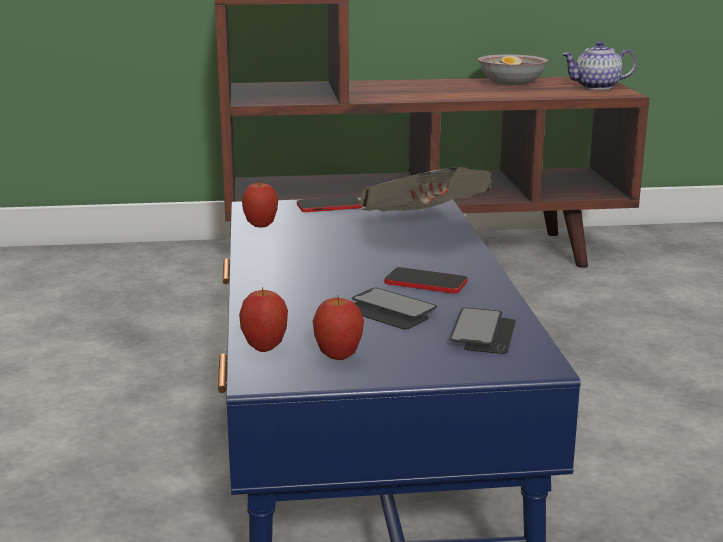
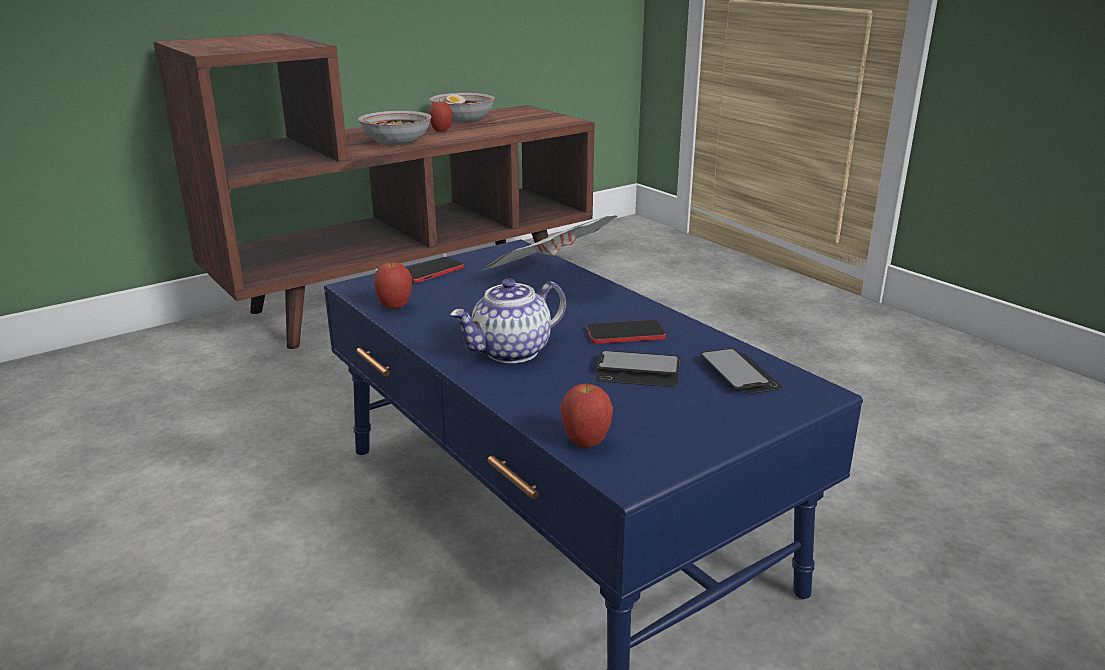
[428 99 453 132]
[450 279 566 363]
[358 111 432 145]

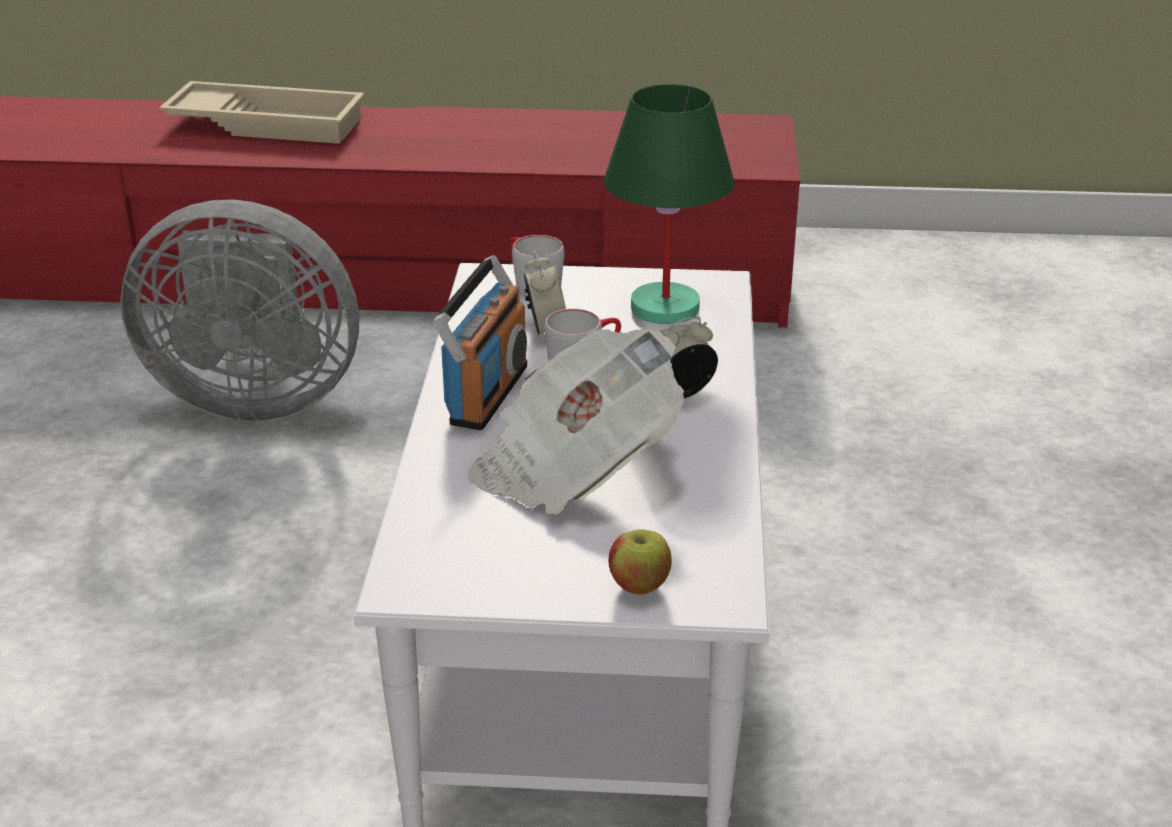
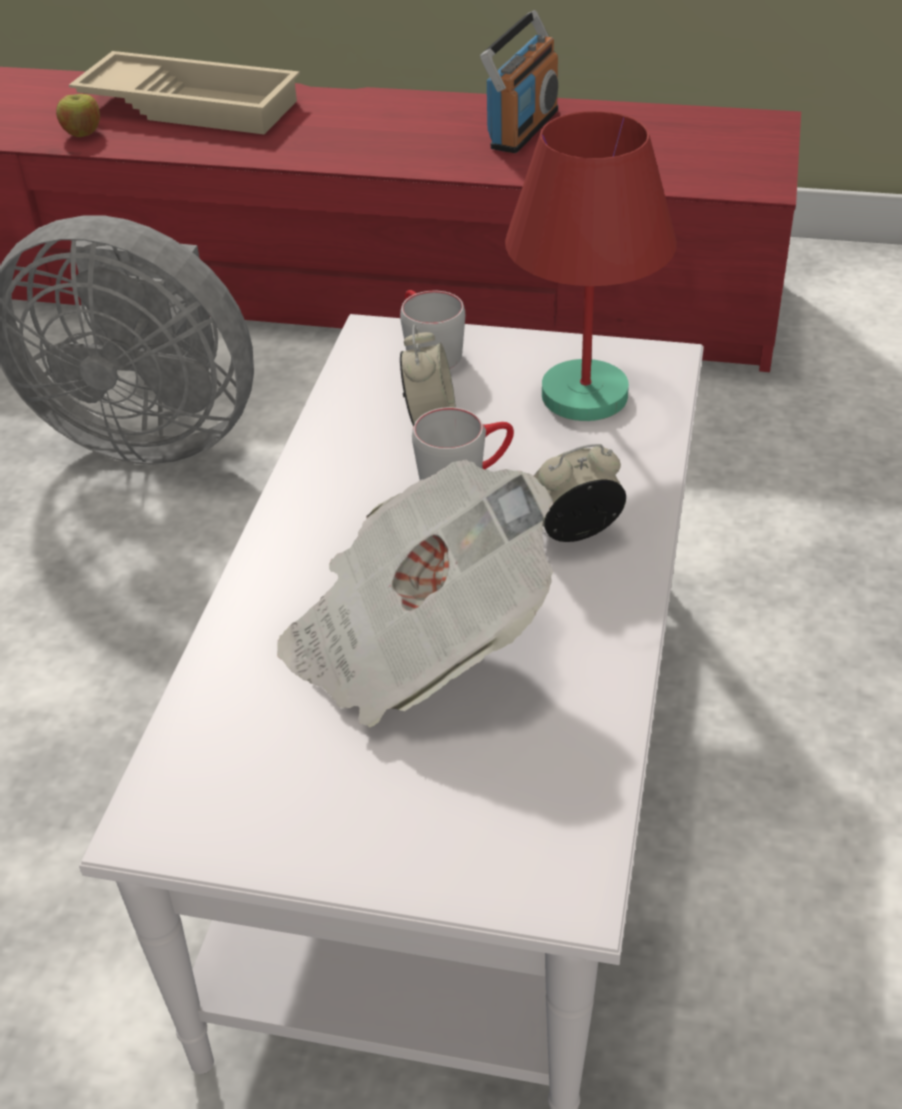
[480 10 558 153]
[505 111 677 421]
[56 94 100 137]

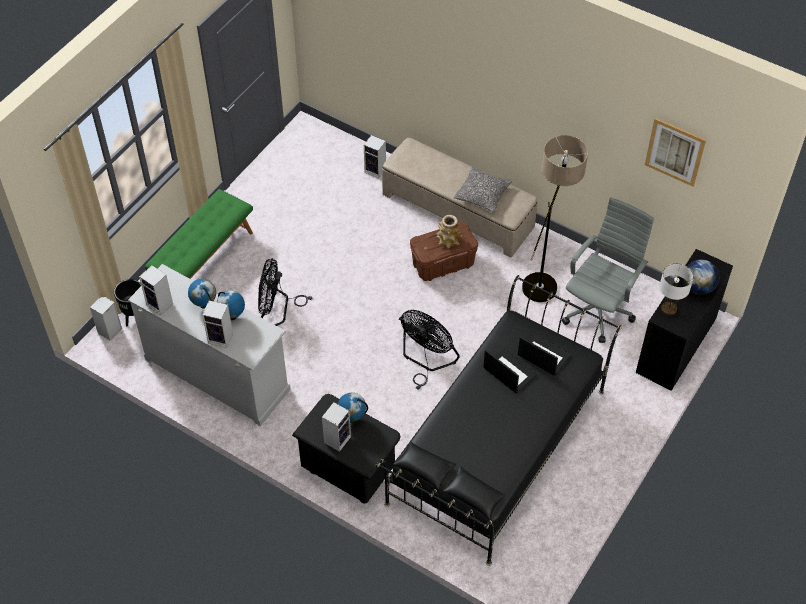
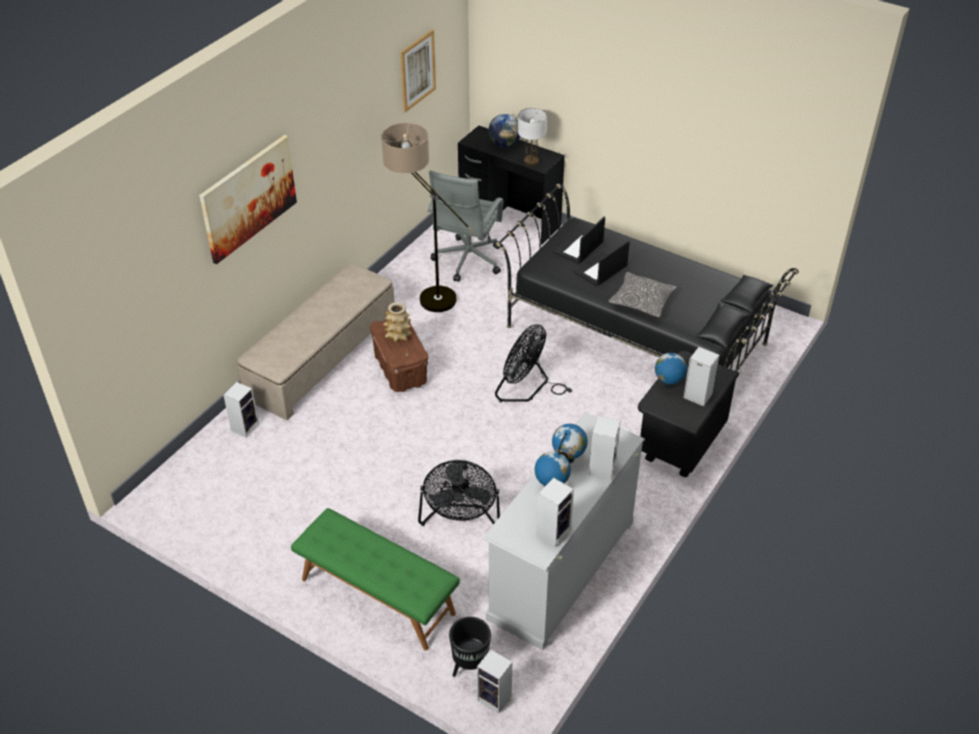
[608 272 677 317]
[428 171 503 282]
[199 135 297 264]

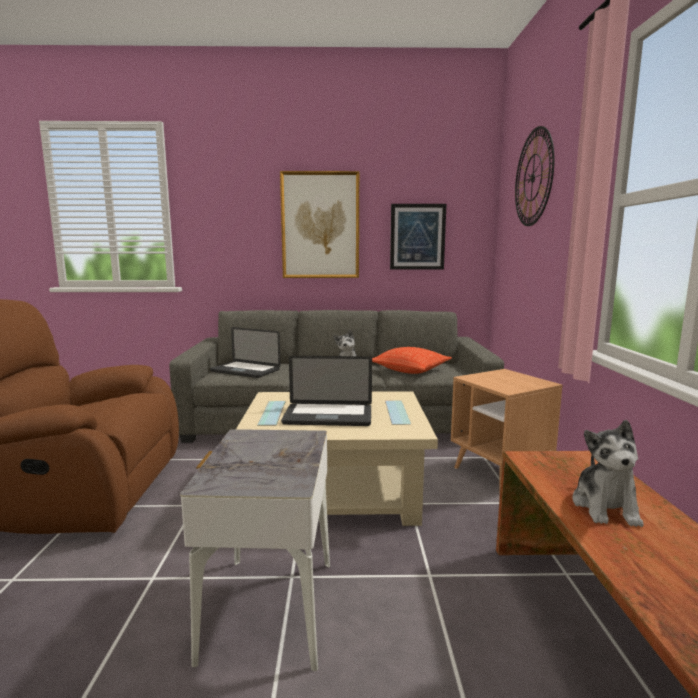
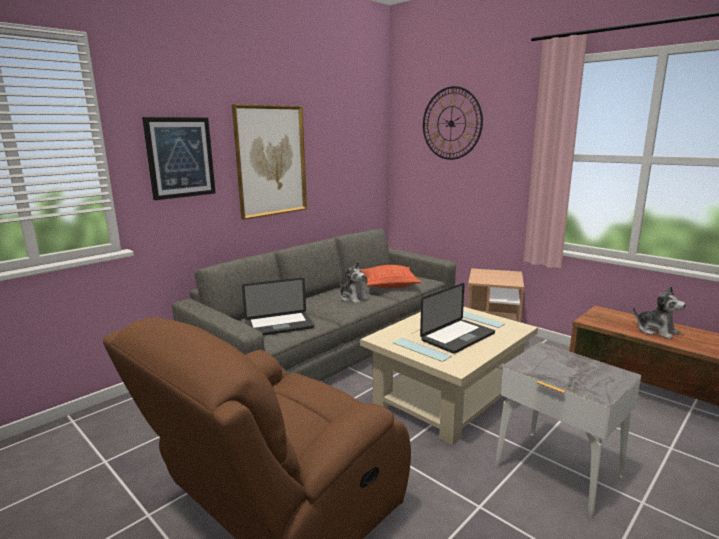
[142 117 216 200]

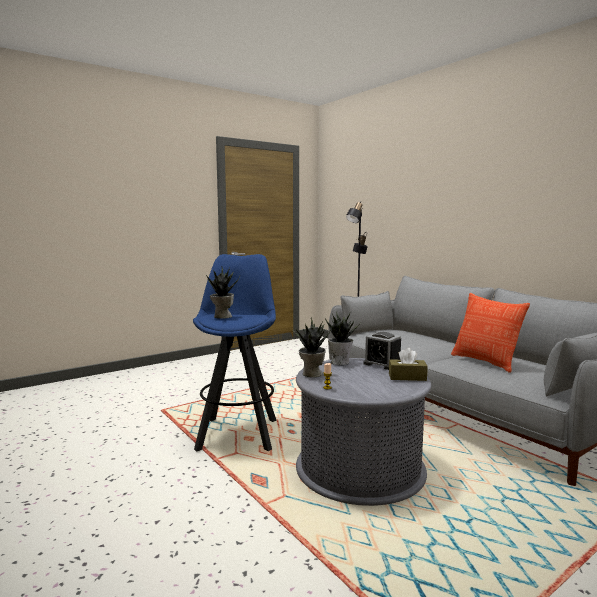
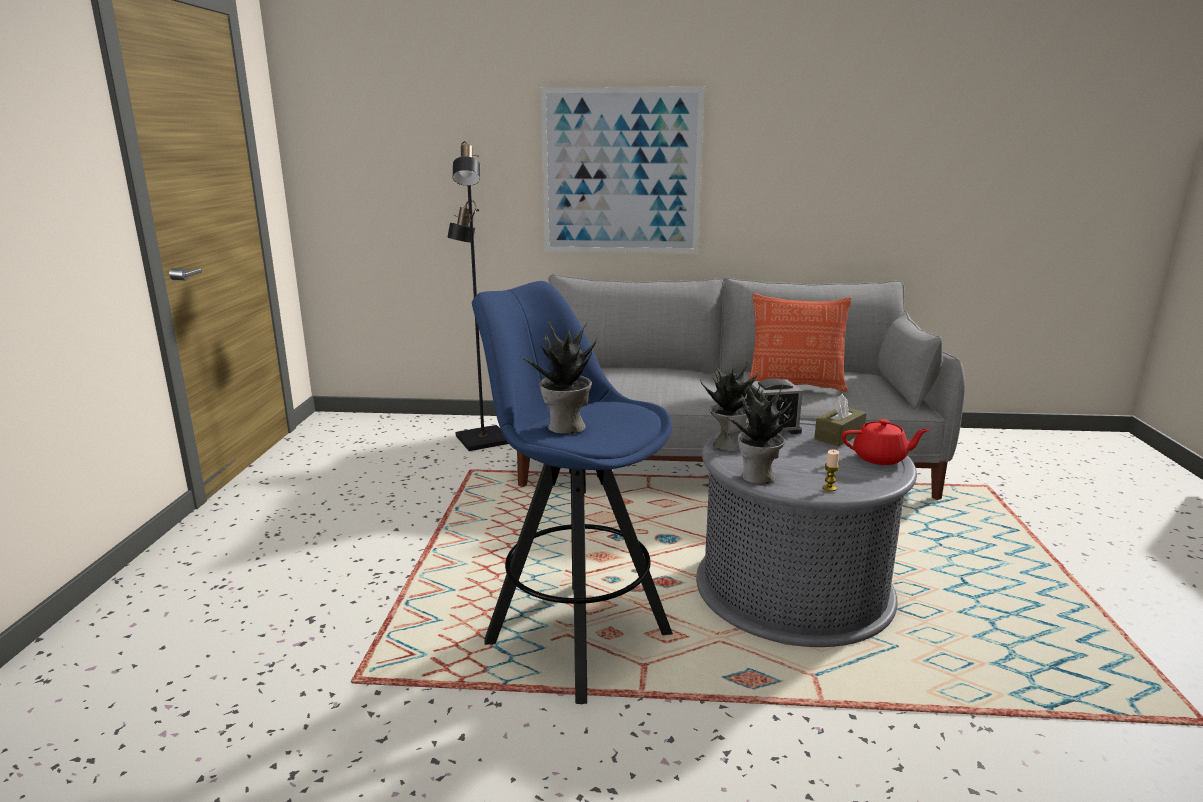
[540 87 705 253]
[842 419 930 465]

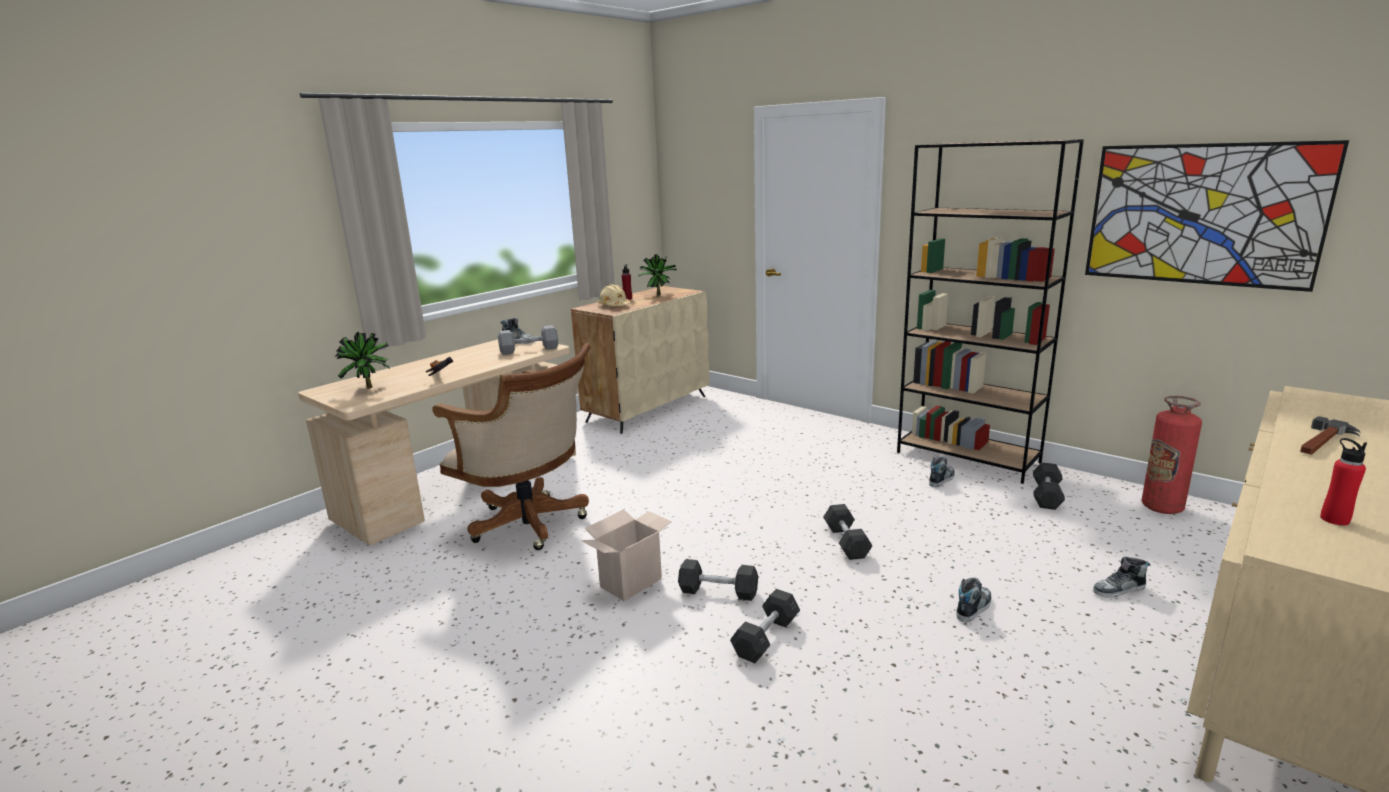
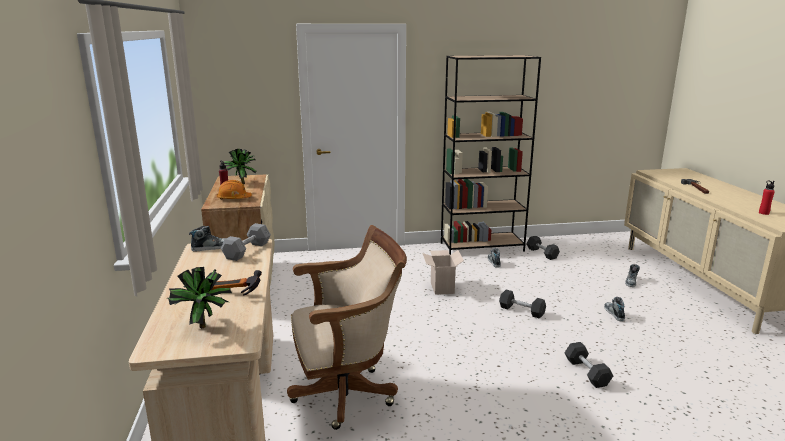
[422 250 464 295]
[217 180 252 200]
[678 559 758 601] (first image)
[1085 140 1349 292] (first image)
[1142 396 1202 514] (first image)

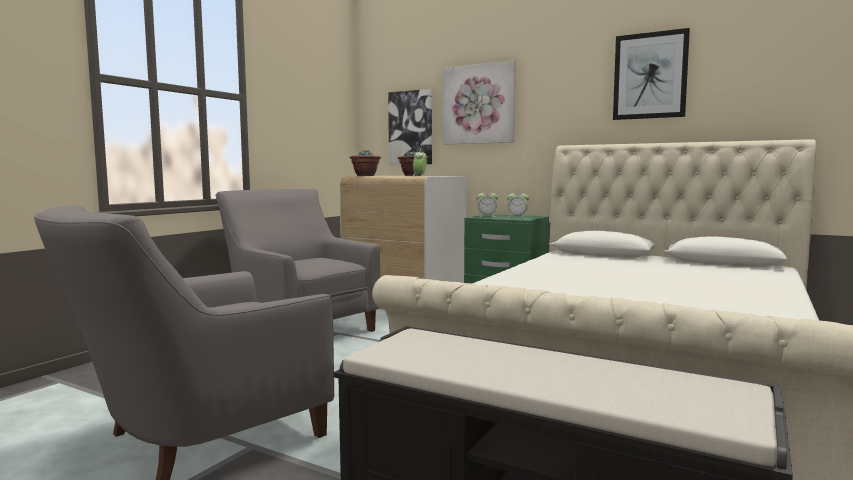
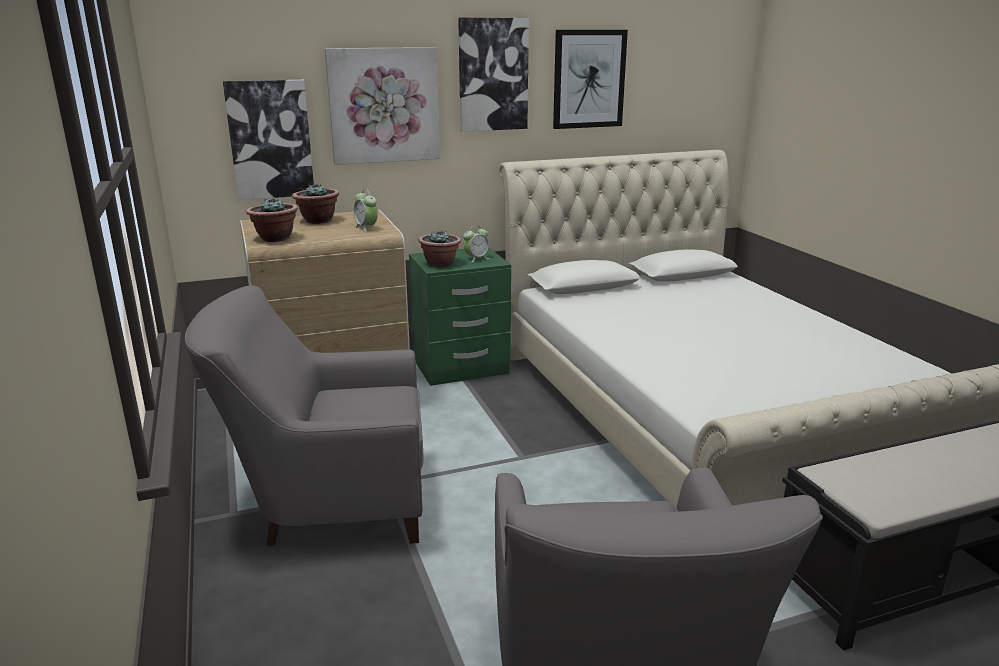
[418 230 461 267]
[458 18 529 132]

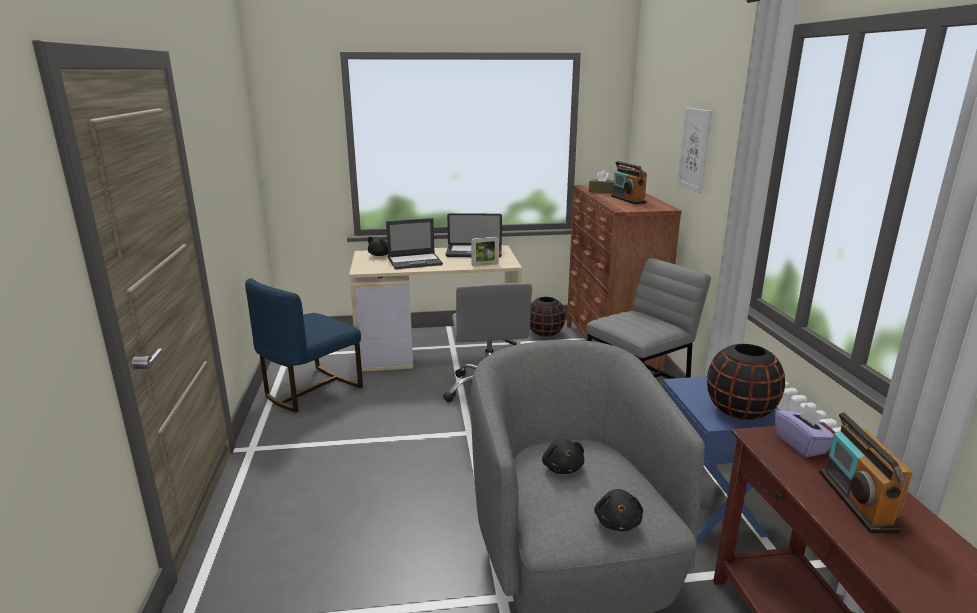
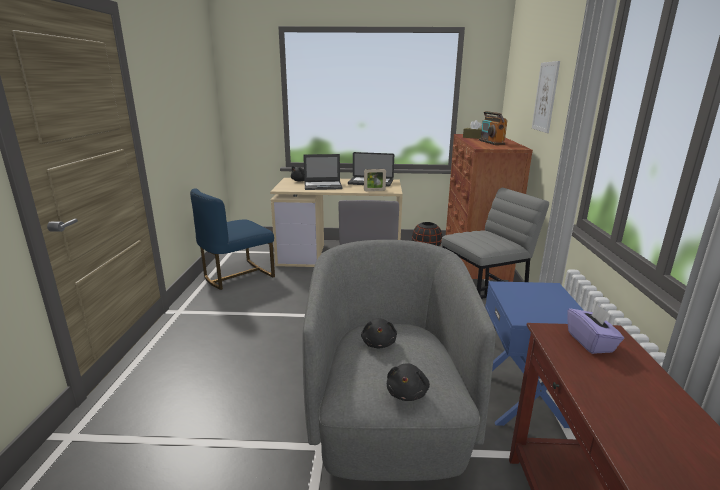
[707 344 785 420] (first image)
[819 412 912 533] (first image)

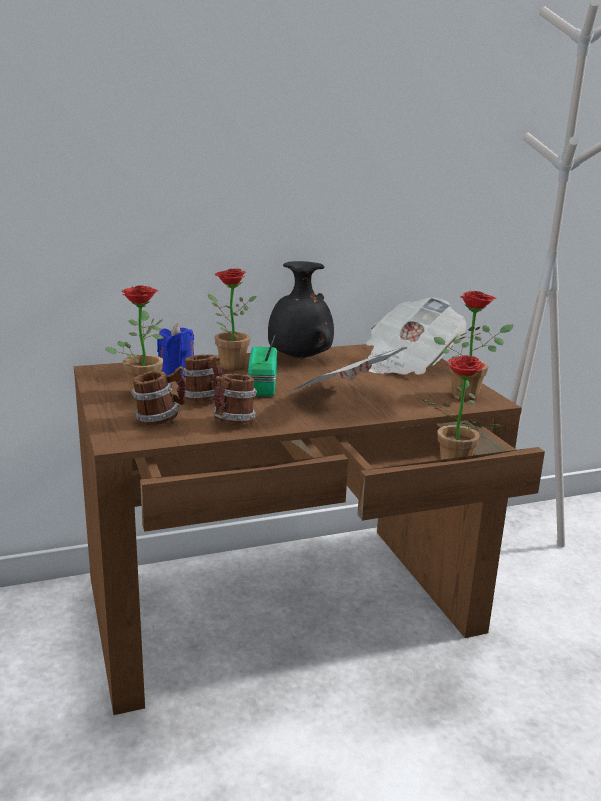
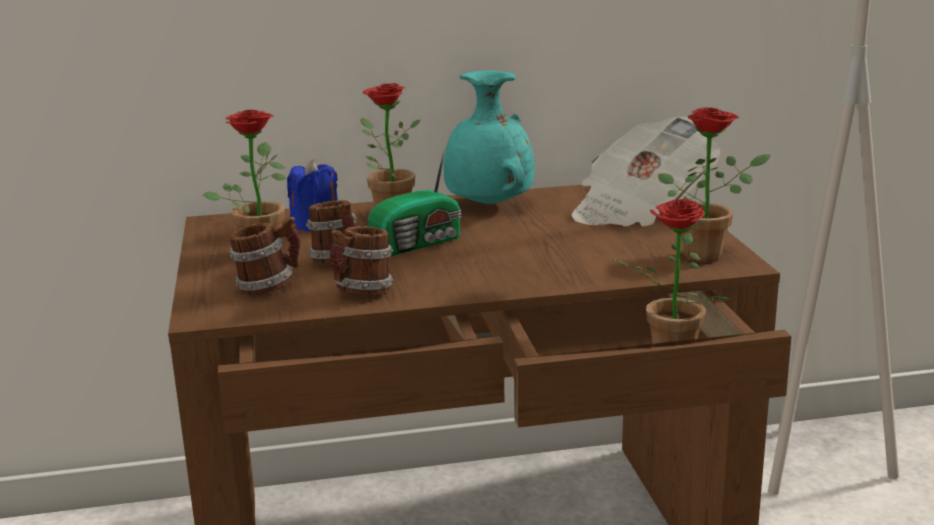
[368 145 462 256]
[443 70 535 205]
[287 347 408 392] (first image)

